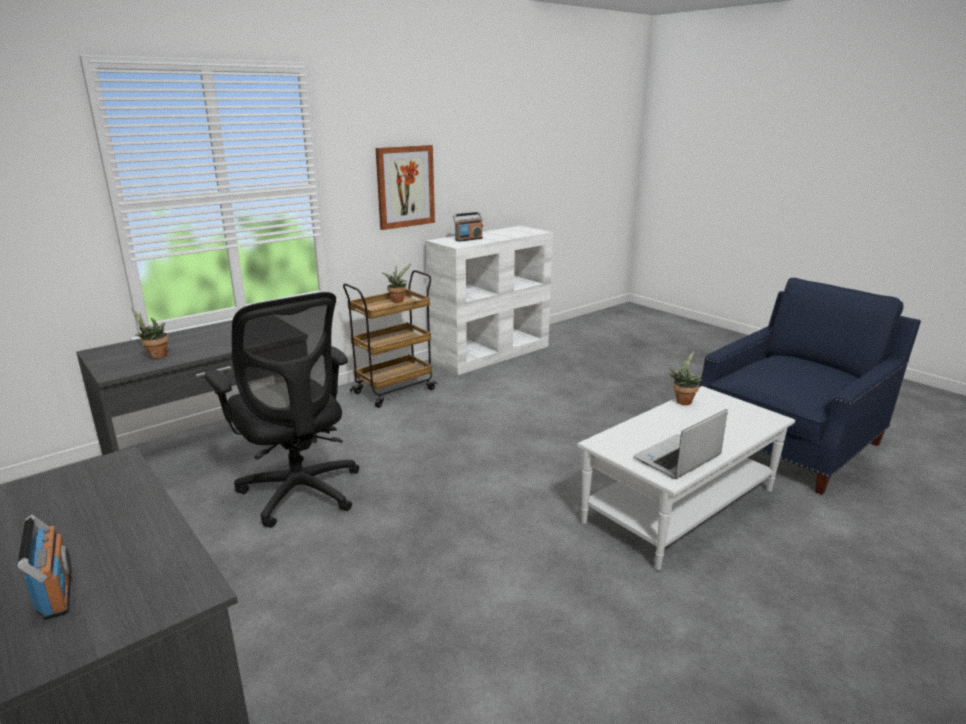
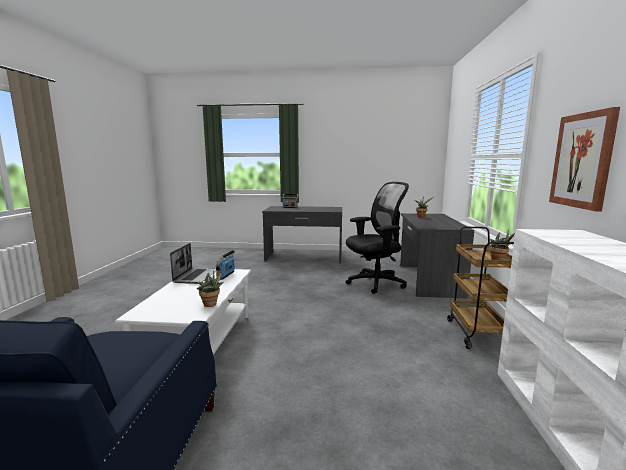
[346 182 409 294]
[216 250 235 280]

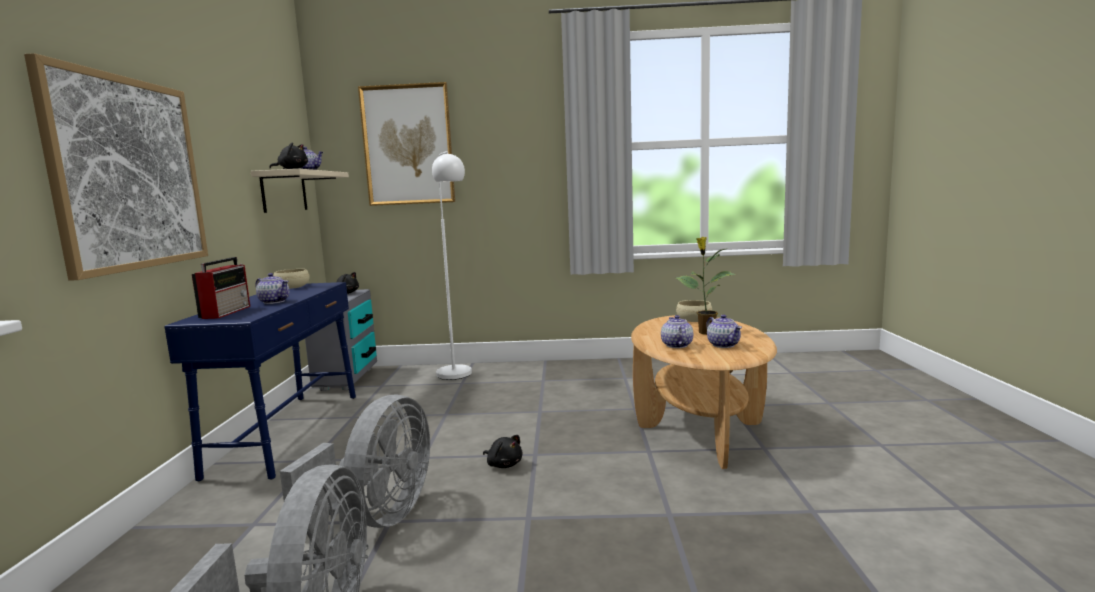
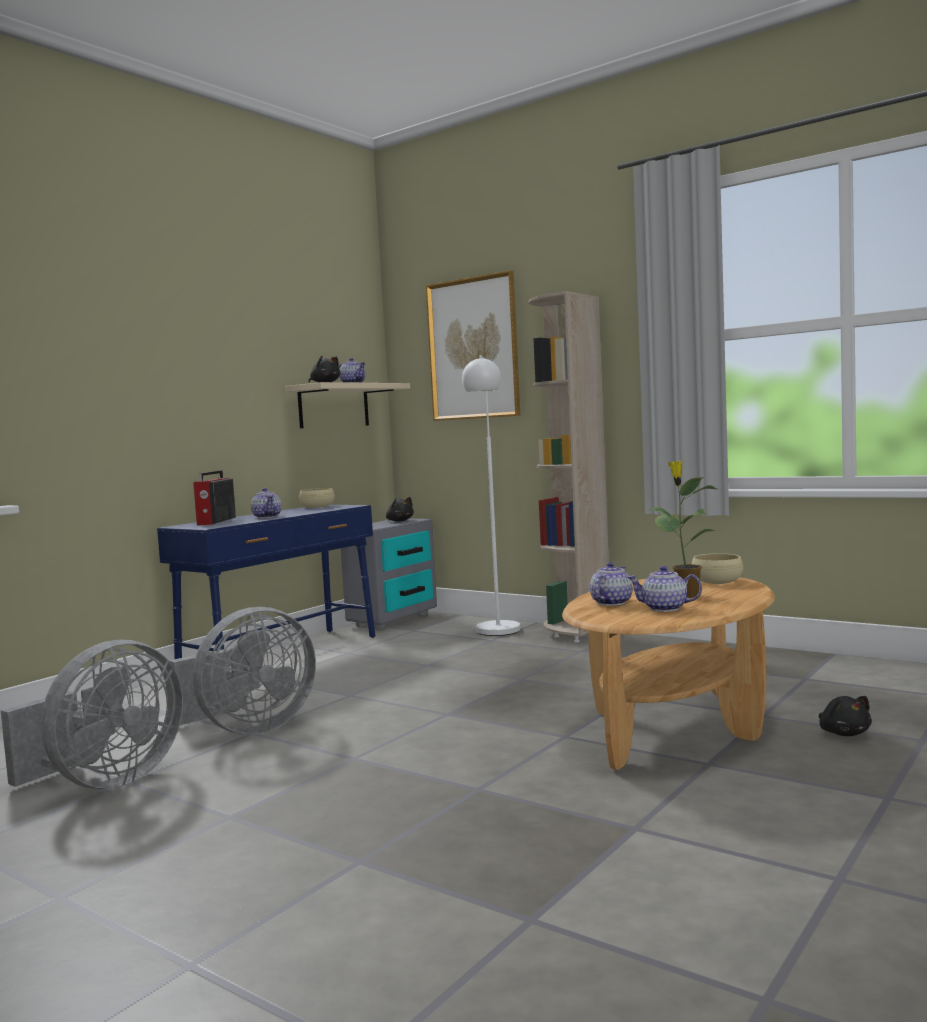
[24 53 208 281] (first image)
[193 470 236 525]
[818 696 872 736]
[627 566 702 612]
[529 291 609 643]

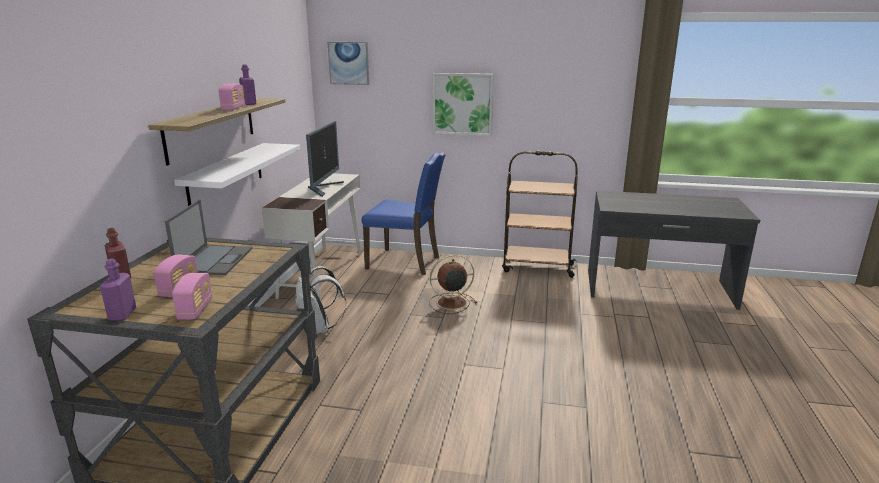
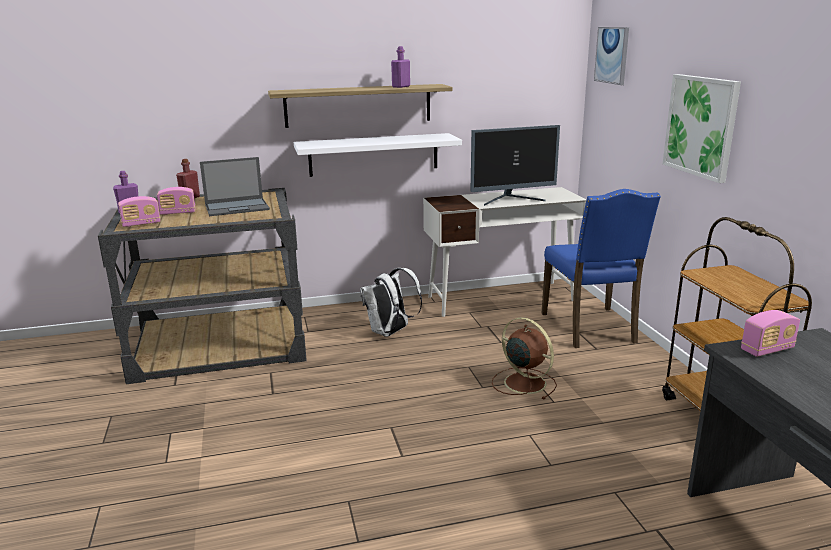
[741 310 800 357]

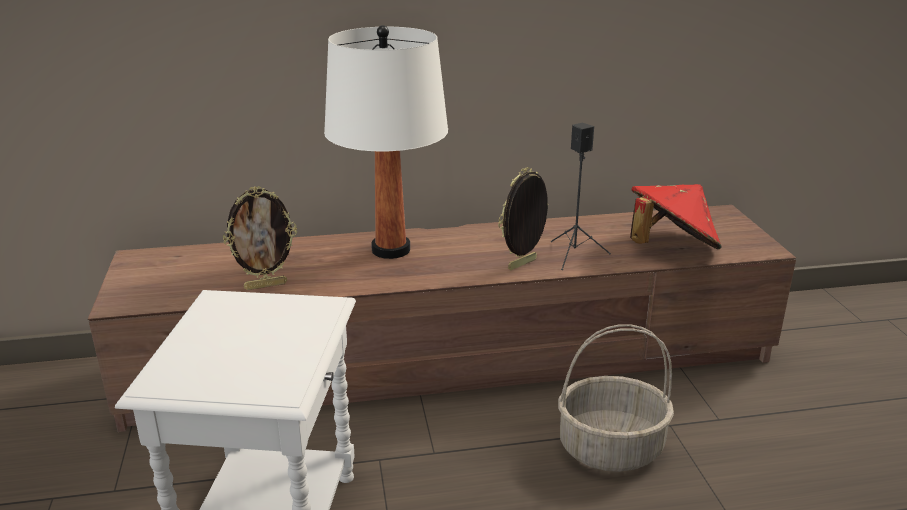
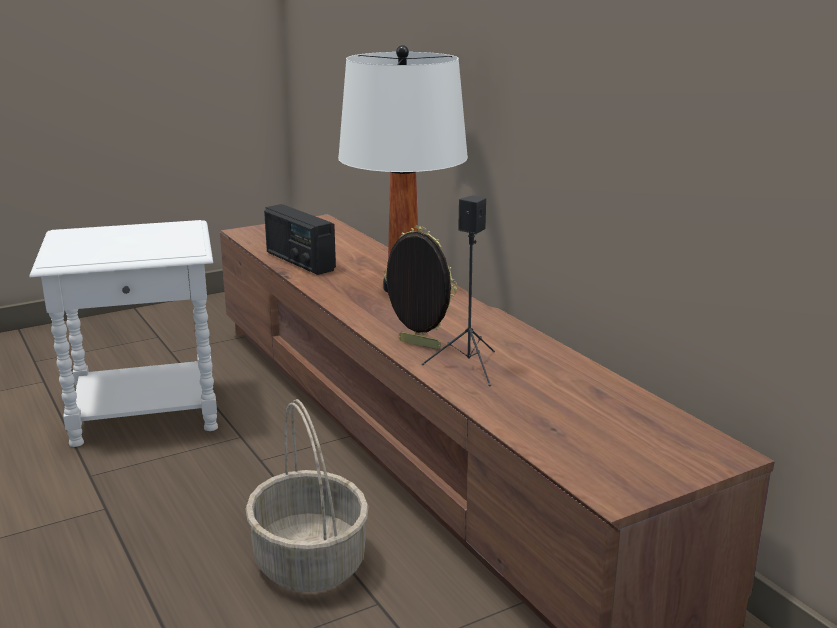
[264 204 336 275]
[630 184 722 249] (first image)

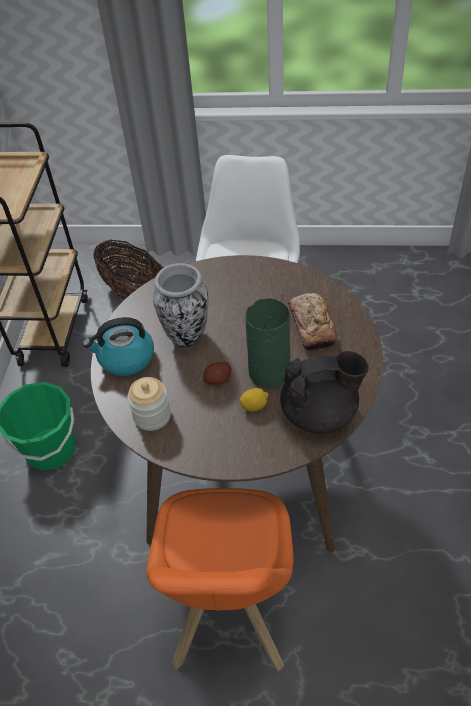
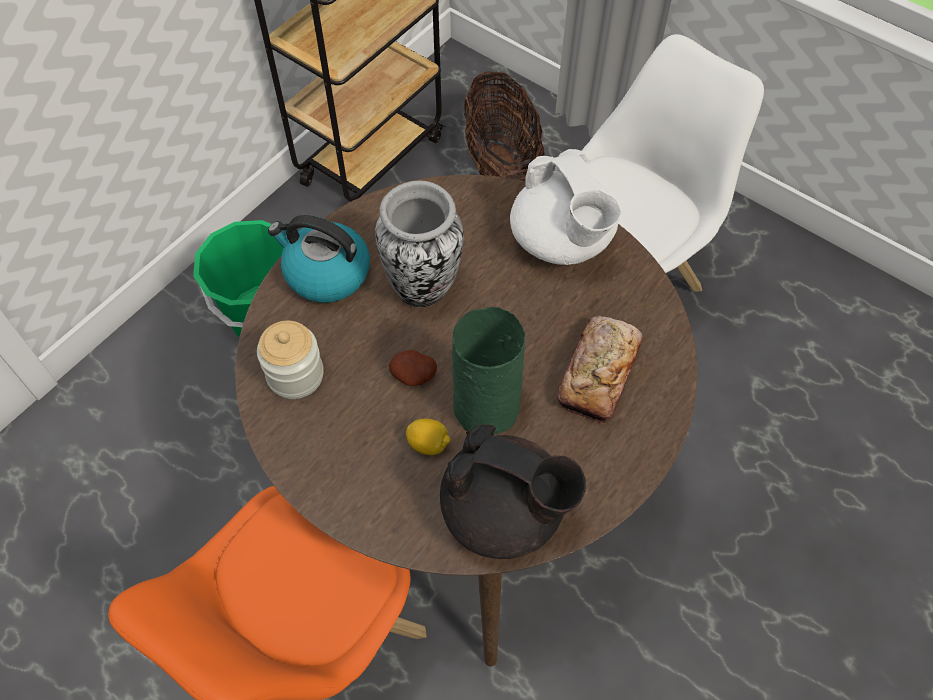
[510 149 622 265]

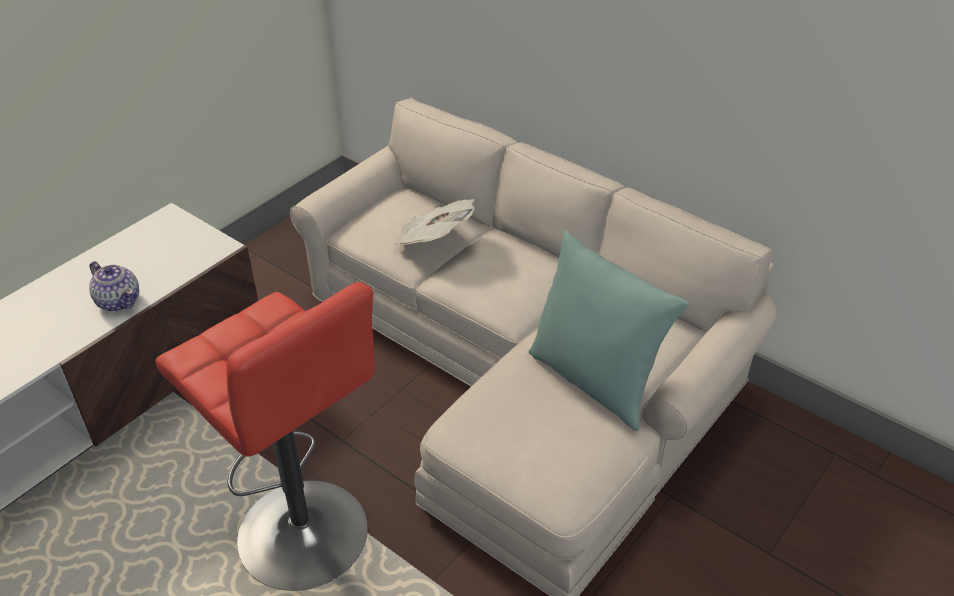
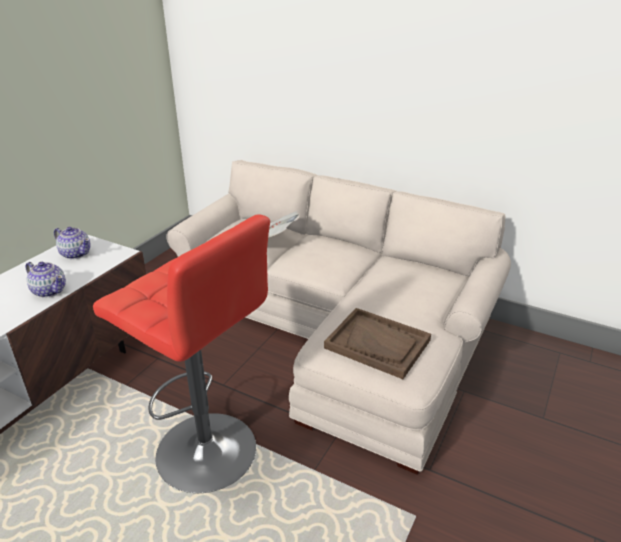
[529 230 689 431] (first image)
[54 227 91 259]
[324 308 431 379]

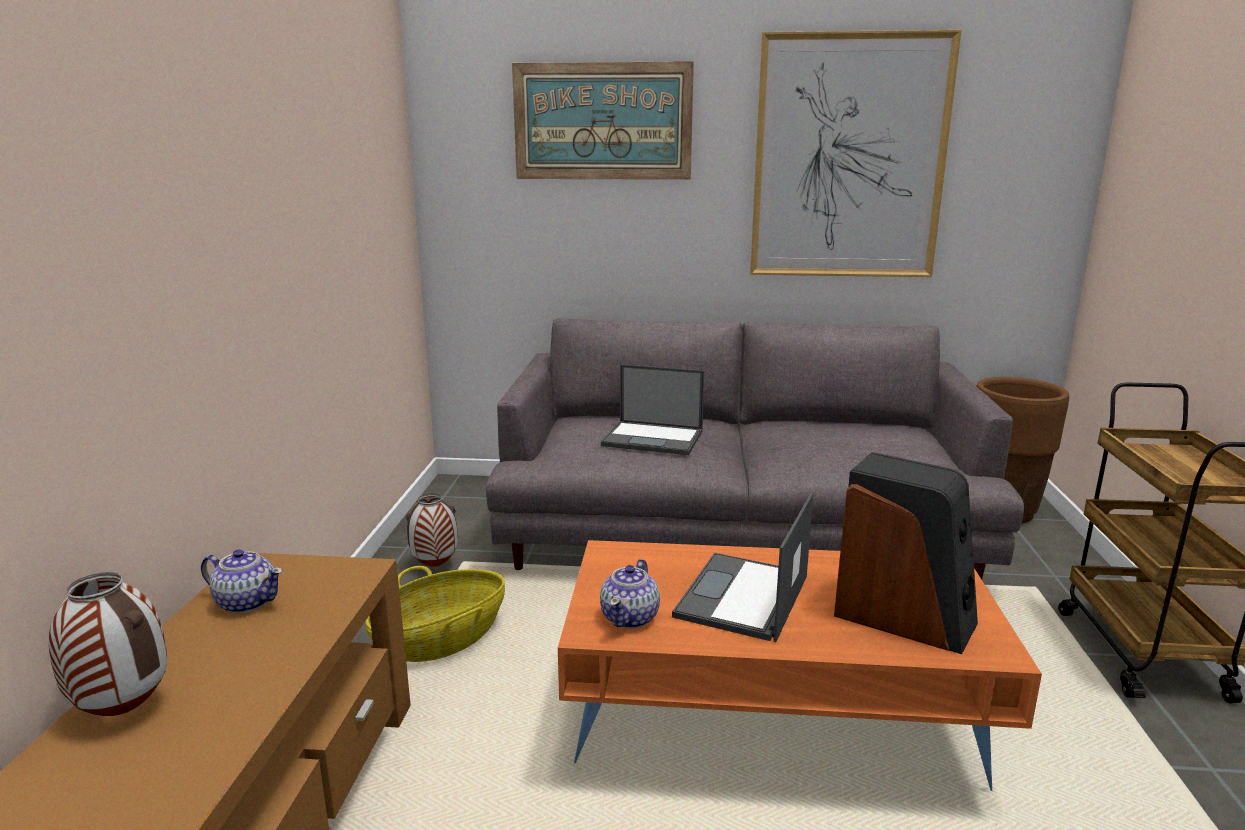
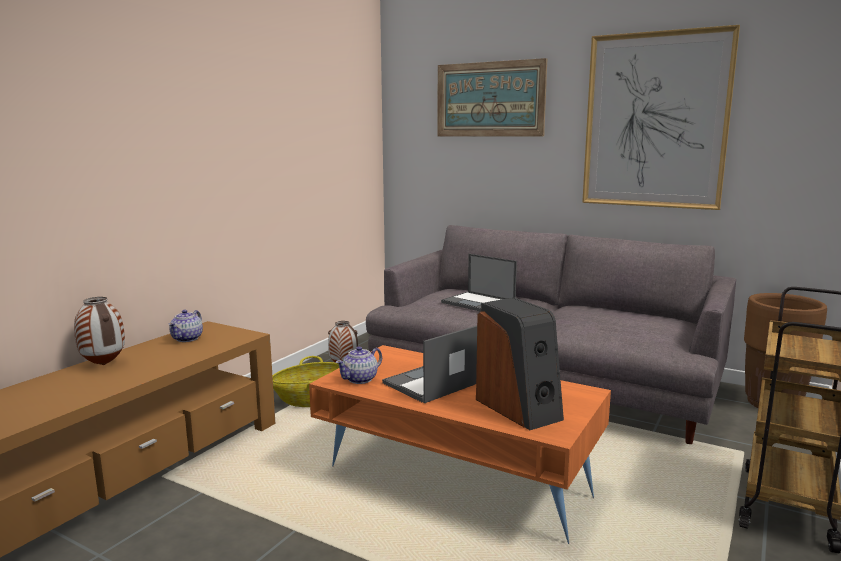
[168 310 203 342]

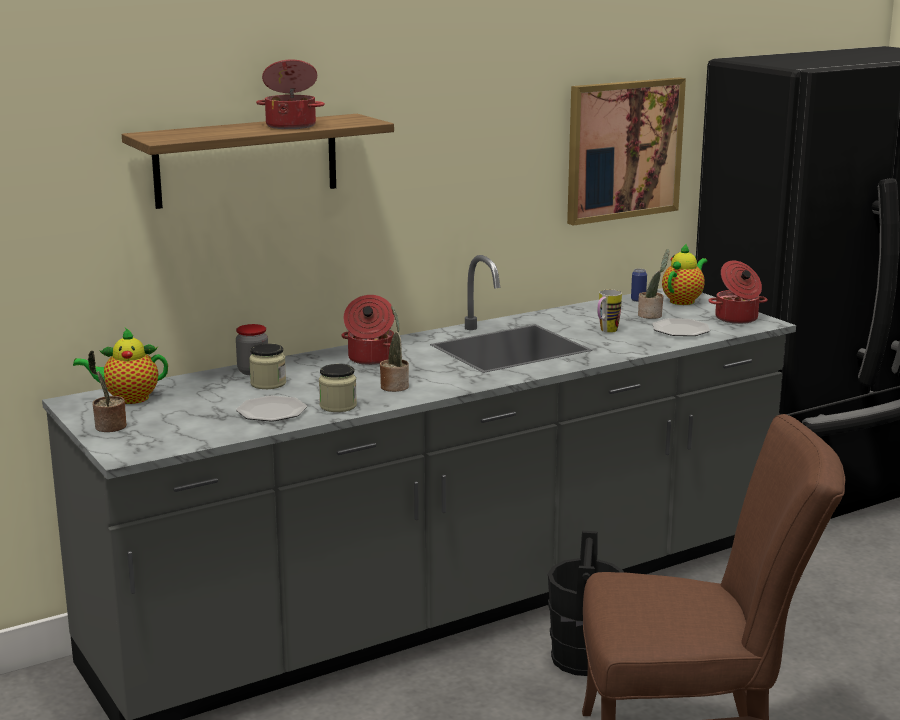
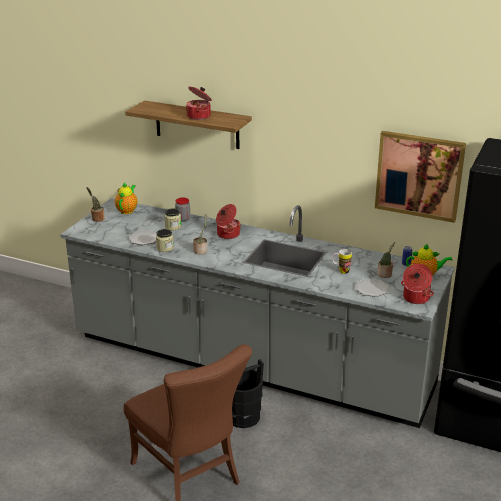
[115 182 137 214]

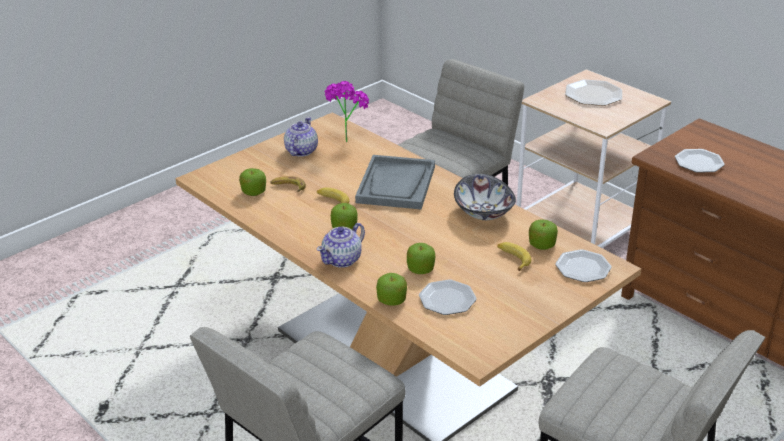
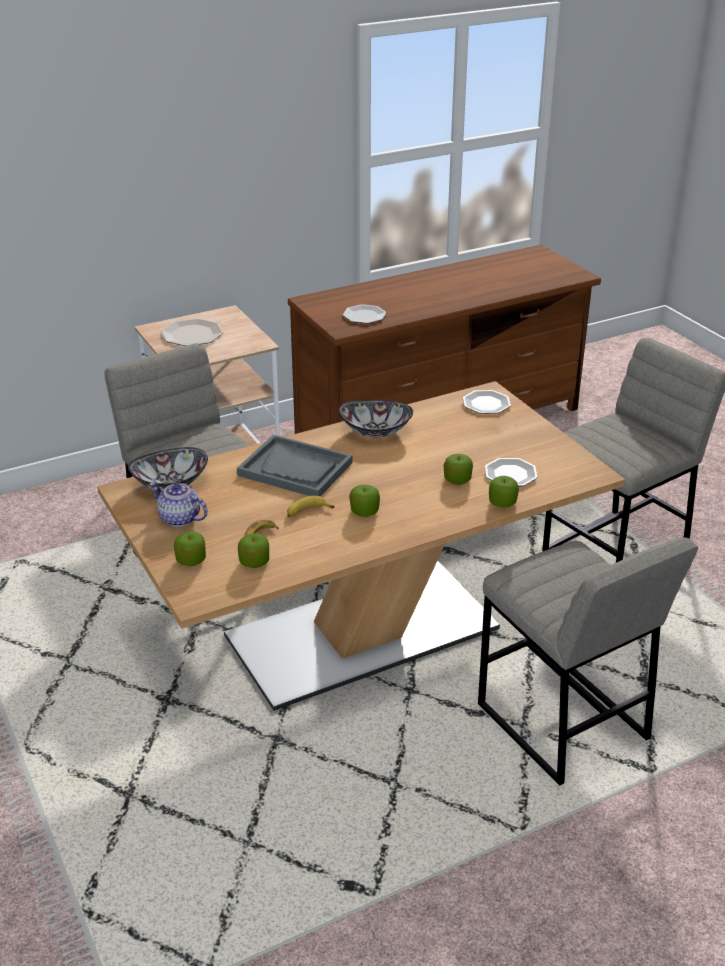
[317 223 365 268] (first image)
[128 447 208 491]
[497 242 532 271] (first image)
[174 531 206 566]

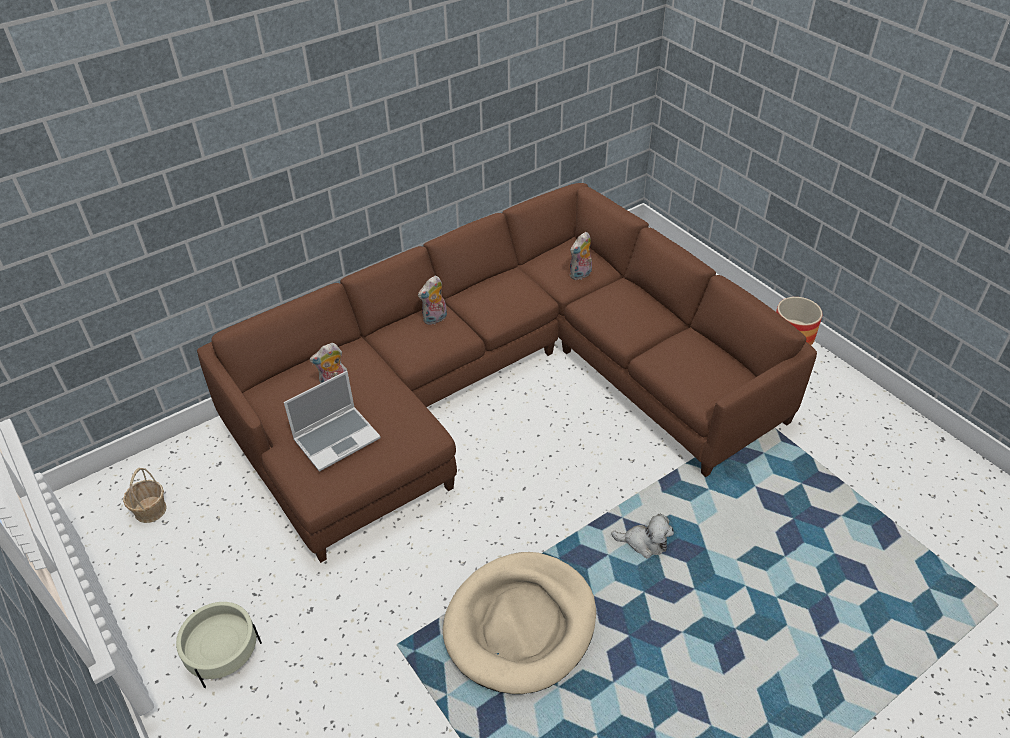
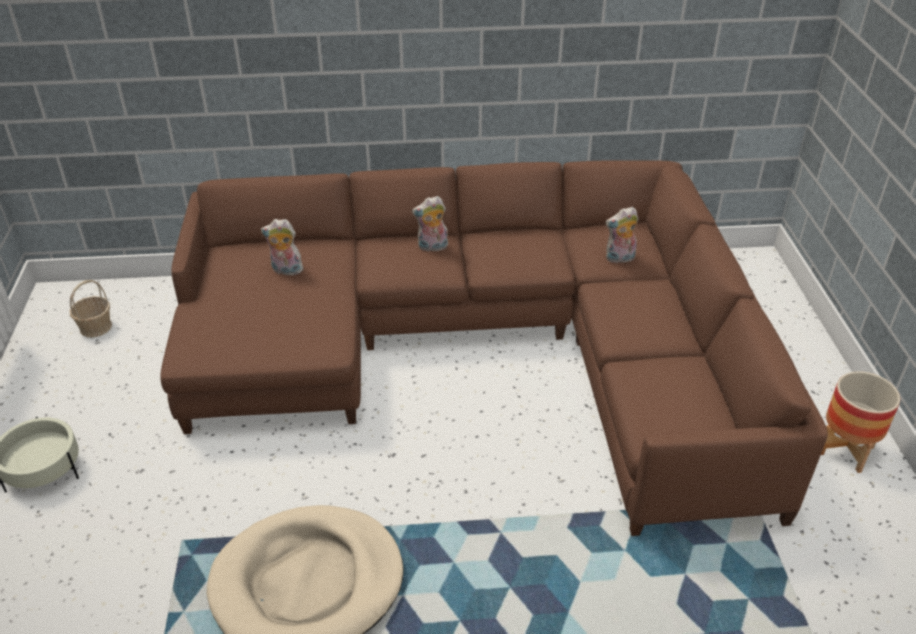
[284 371 381 472] (first image)
[611 514 674 558] (first image)

